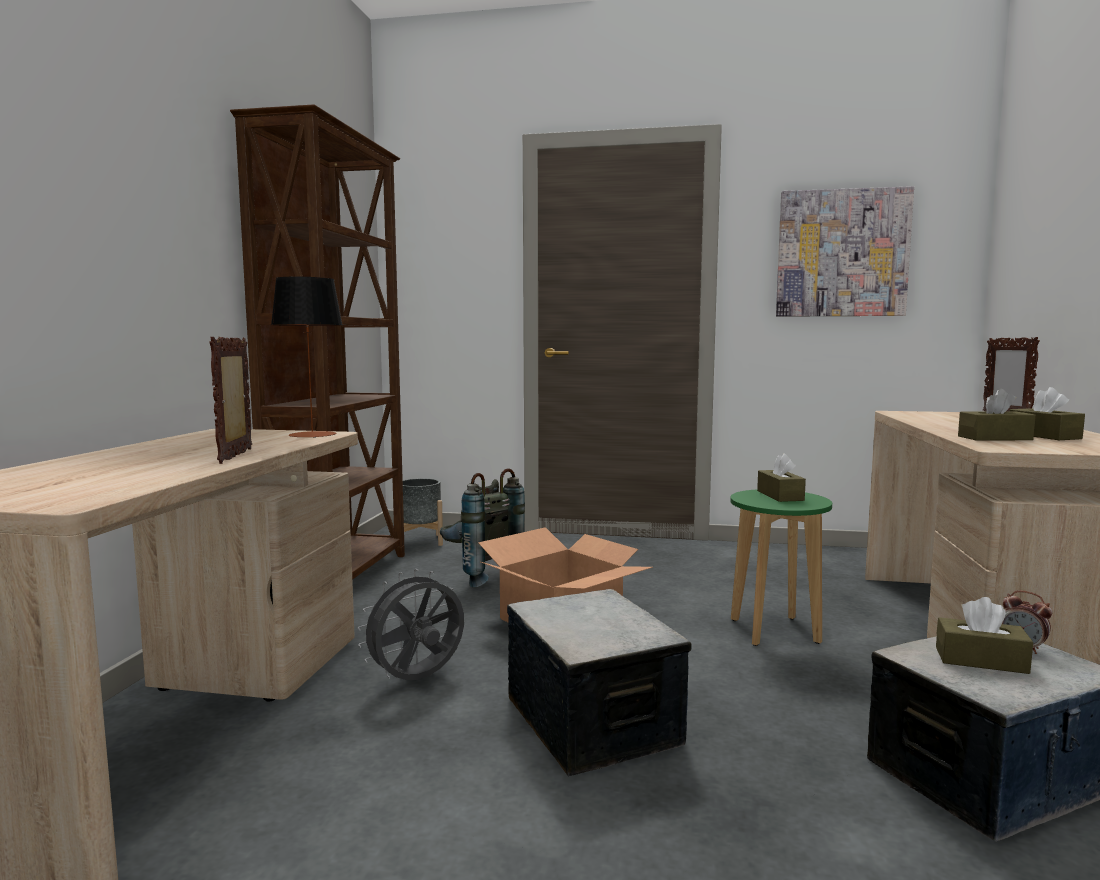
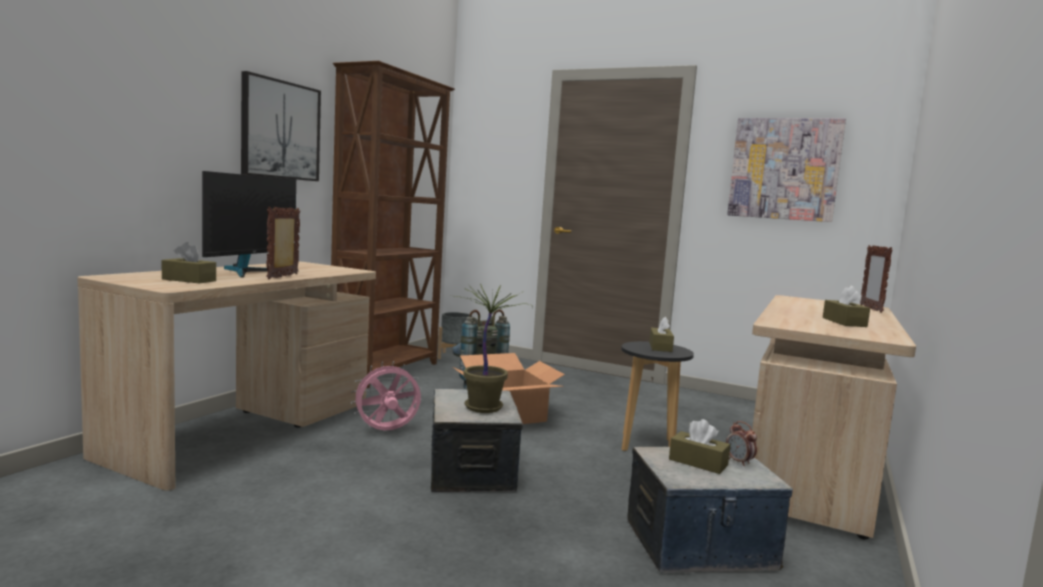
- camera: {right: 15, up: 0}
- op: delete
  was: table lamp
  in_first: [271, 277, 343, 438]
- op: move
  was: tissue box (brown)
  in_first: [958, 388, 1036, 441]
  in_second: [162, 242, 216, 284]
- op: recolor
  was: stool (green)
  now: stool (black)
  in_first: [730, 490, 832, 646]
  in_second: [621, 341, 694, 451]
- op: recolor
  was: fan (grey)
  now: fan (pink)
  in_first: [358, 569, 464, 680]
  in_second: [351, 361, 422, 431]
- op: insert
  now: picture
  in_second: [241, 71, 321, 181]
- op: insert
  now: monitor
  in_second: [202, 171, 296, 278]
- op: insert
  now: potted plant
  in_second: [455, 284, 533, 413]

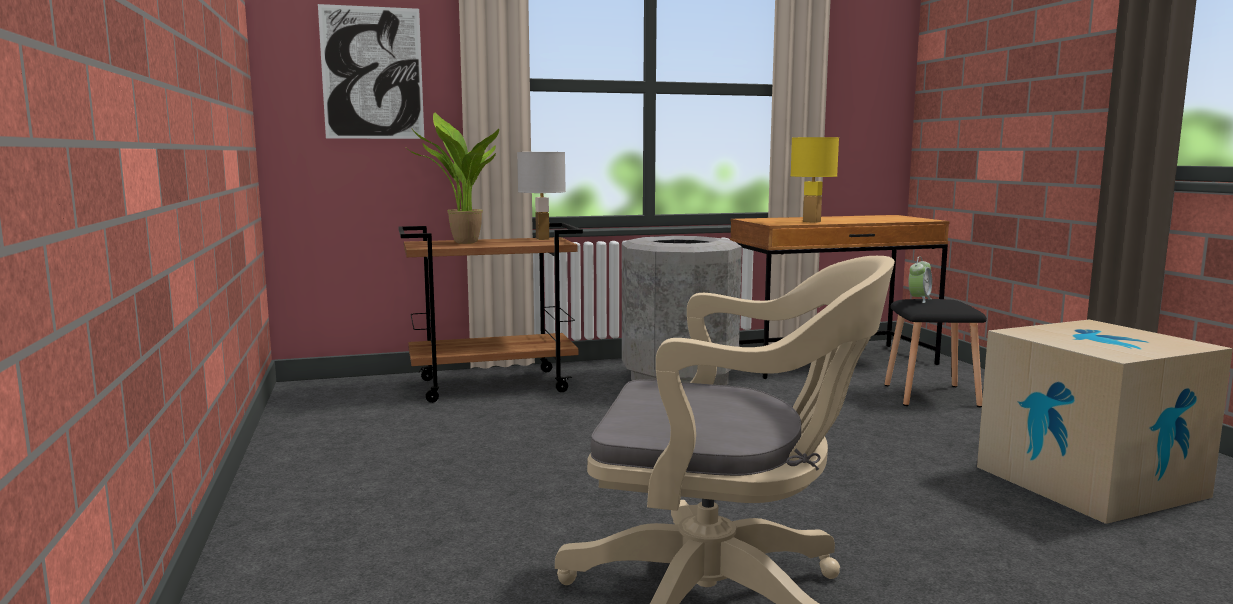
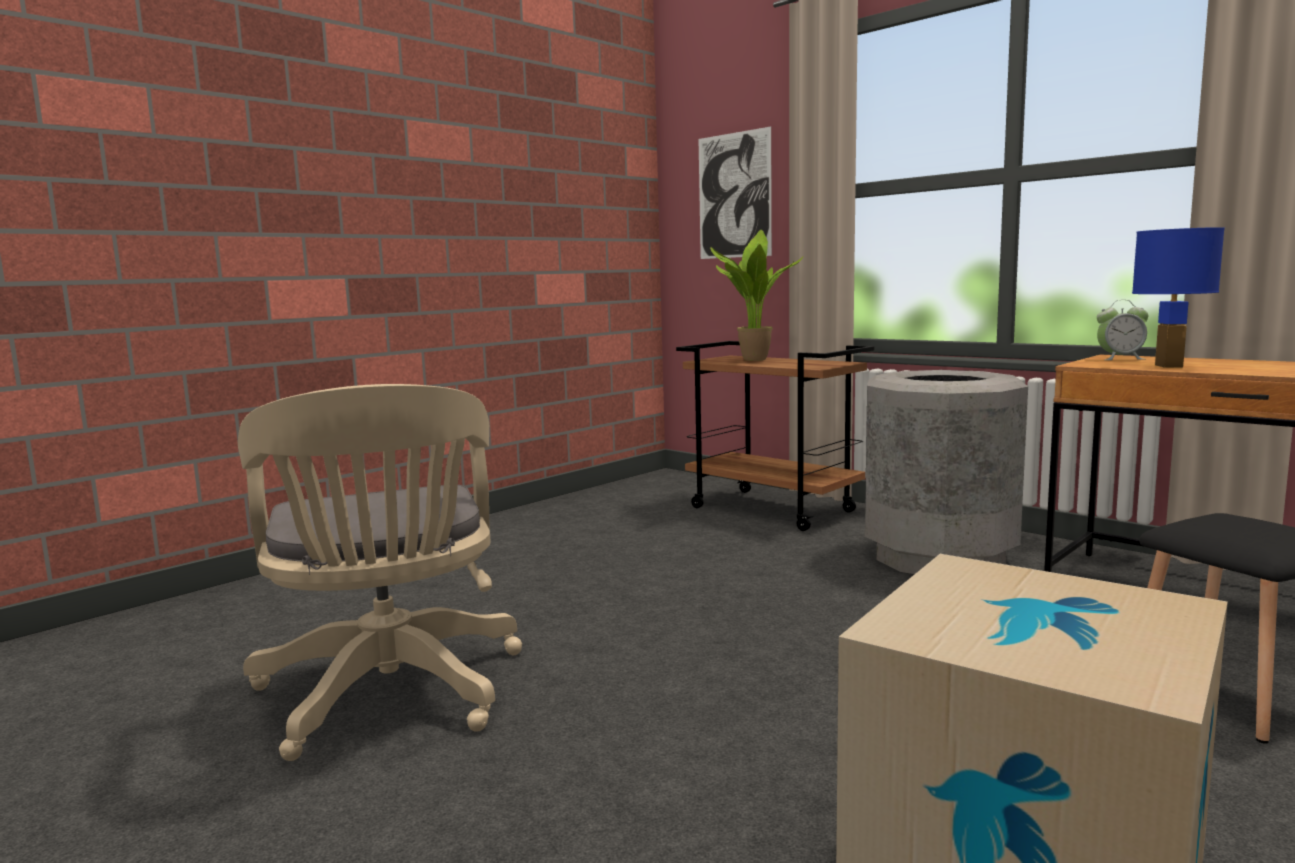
- camera: {right: 60, up: 0}
- op: recolor
  was: table lamp (yellow)
  now: table lamp (blue)
  in_first: [790, 137, 839, 223]
  in_second: [1132, 227, 1225, 368]
- op: delete
  was: table lamp (white)
  in_first: [517, 152, 566, 240]
- op: move
  was: alarm clock
  in_first: [909, 257, 932, 303]
  in_second: [1097, 300, 1148, 360]

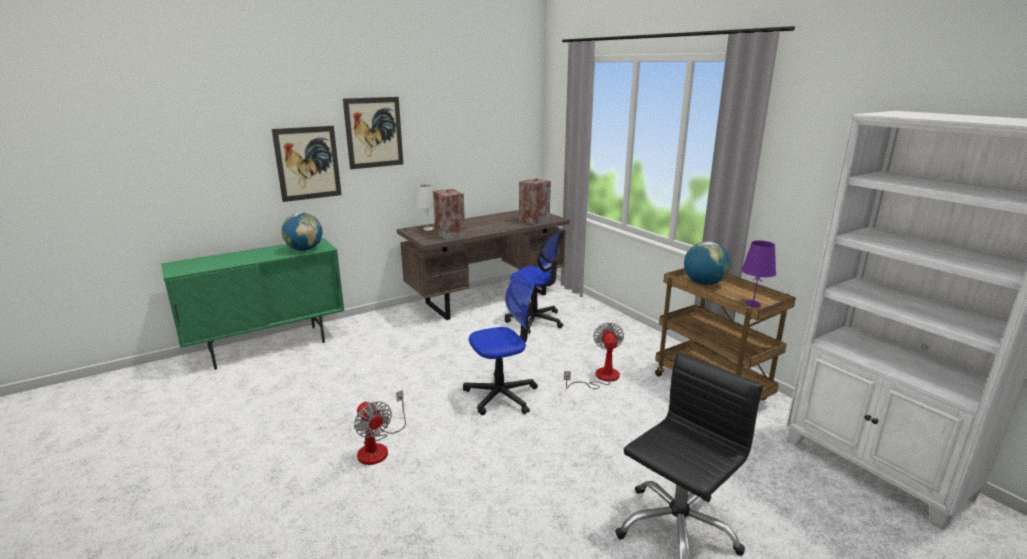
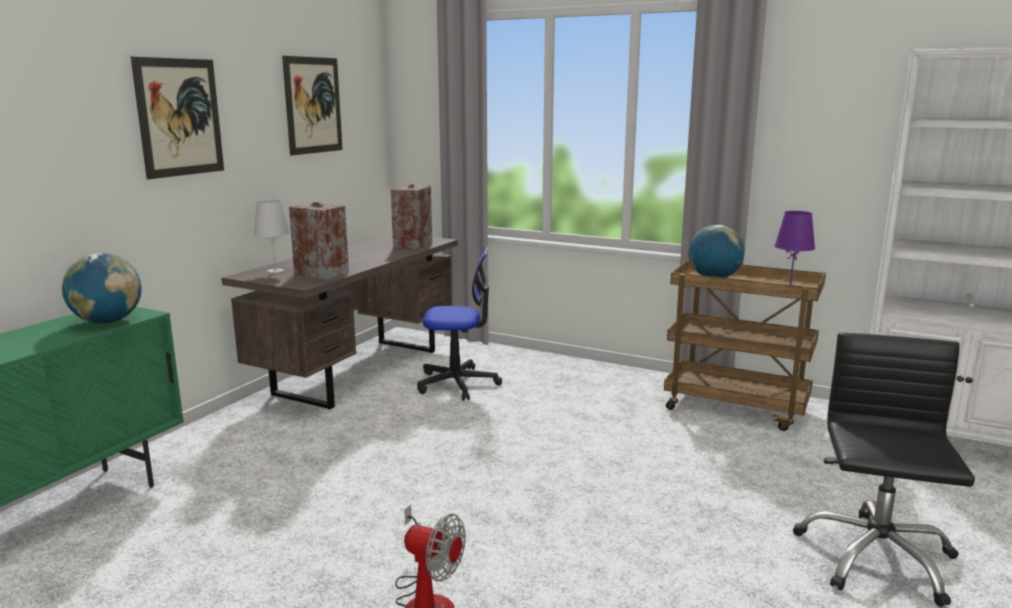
- camera: {right: -30, up: -5}
- op: move
  was: picture
  in_first: [272, 126, 342, 202]
  in_second: [282, 56, 343, 156]
- op: delete
  was: office chair
  in_first: [463, 273, 538, 415]
- op: delete
  was: fan
  in_first: [564, 322, 624, 389]

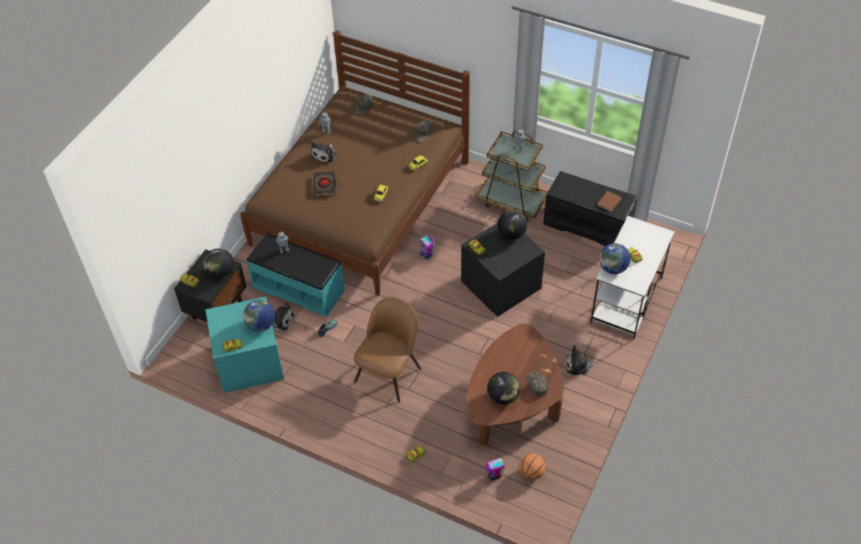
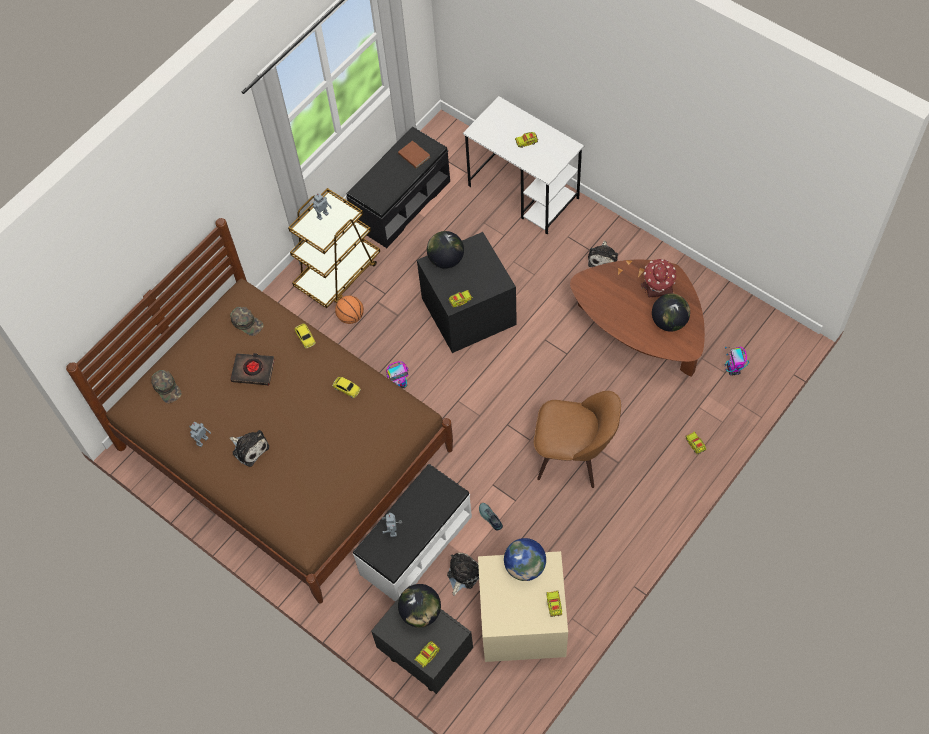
- camera: {right: -75, up: 10}
- op: move
  was: book (black)
  in_first: [313, 172, 336, 196]
  in_second: [230, 353, 275, 385]
- op: recolor
  was: bench (turquoise)
  now: bench (white)
  in_first: [246, 233, 345, 317]
  in_second: [353, 464, 472, 602]
- op: delete
  was: globe
  in_first: [599, 243, 631, 274]
- op: recolor
  was: storage box (turquoise)
  now: storage box (beige)
  in_first: [205, 297, 284, 393]
  in_second: [478, 551, 568, 662]
- op: rotate
  was: chair (brown)
  in_first: [354, 297, 421, 403]
  in_second: [534, 391, 621, 488]
  clockwise: 150
- op: replace
  was: cap (green)
  now: toy house
  in_first: [526, 371, 548, 397]
  in_second: [641, 259, 676, 298]
- op: move
  was: basketball
  in_first: [519, 454, 546, 480]
  in_second: [335, 296, 364, 324]

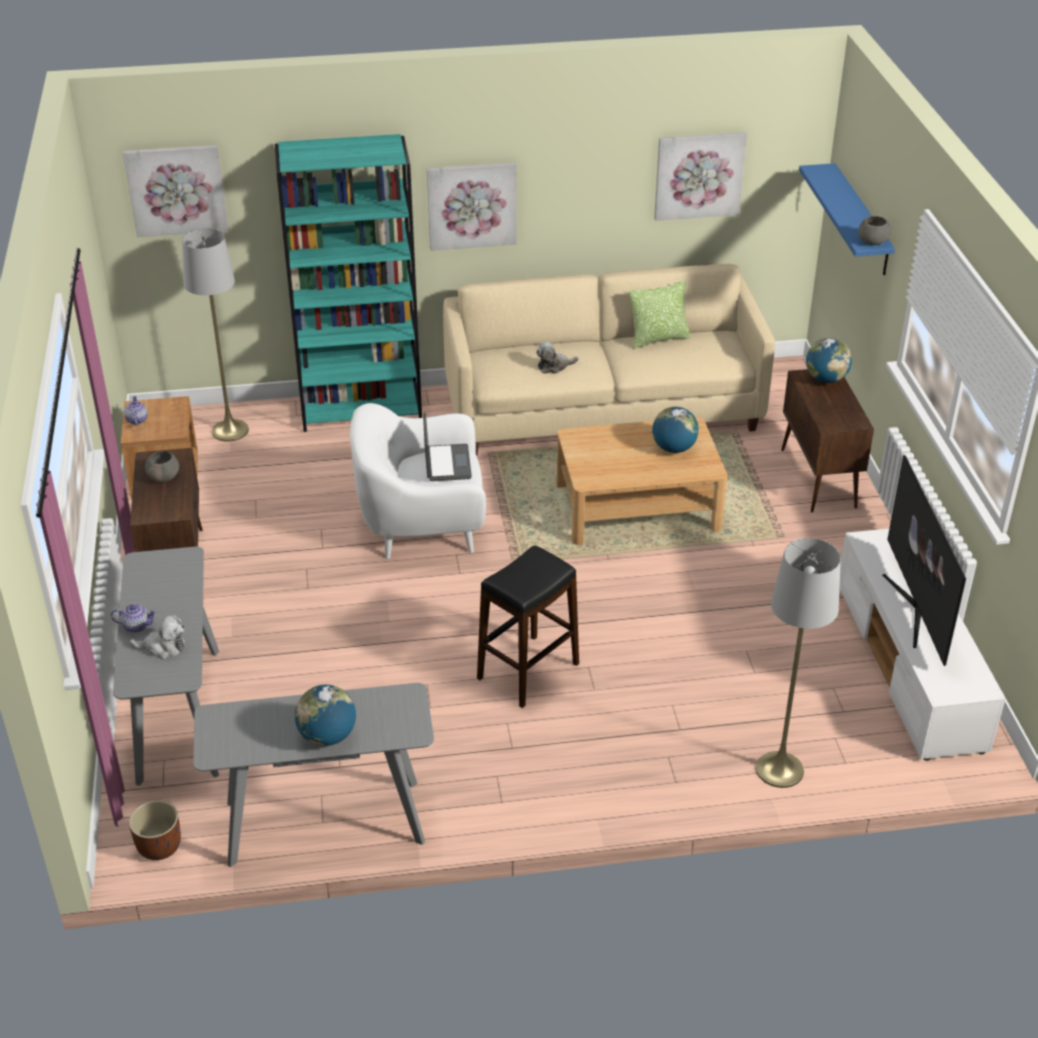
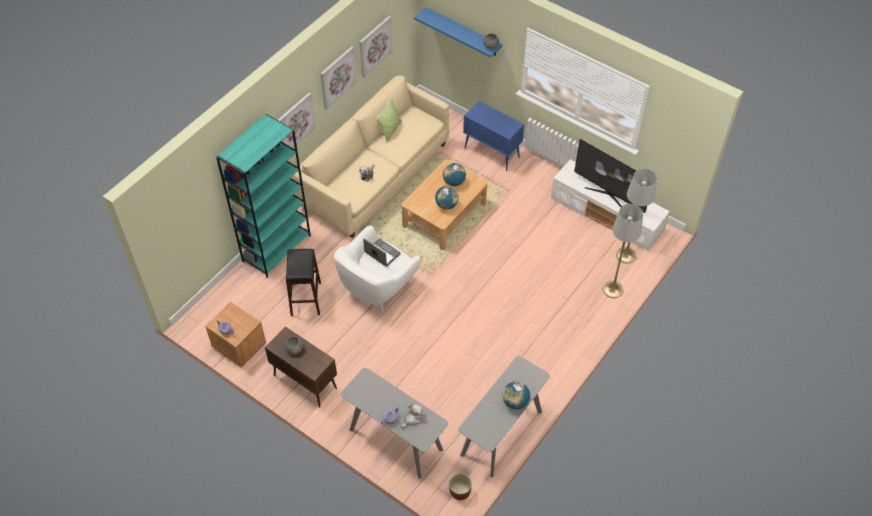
- camera: {right: -45, up: 15}
- op: move
  was: picture
  in_first: [123, 145, 229, 237]
  in_second: [320, 46, 357, 109]
- op: move
  was: floor lamp (grey)
  in_first: [182, 228, 249, 441]
  in_second: [616, 169, 657, 264]
- op: move
  was: globe
  in_first: [806, 338, 852, 383]
  in_second: [435, 186, 459, 209]
- op: recolor
  was: cabinet (brown)
  now: cabinet (blue)
  in_first: [781, 369, 874, 512]
  in_second: [463, 101, 524, 171]
- op: move
  was: stool (black)
  in_first: [477, 545, 579, 708]
  in_second: [286, 249, 321, 316]

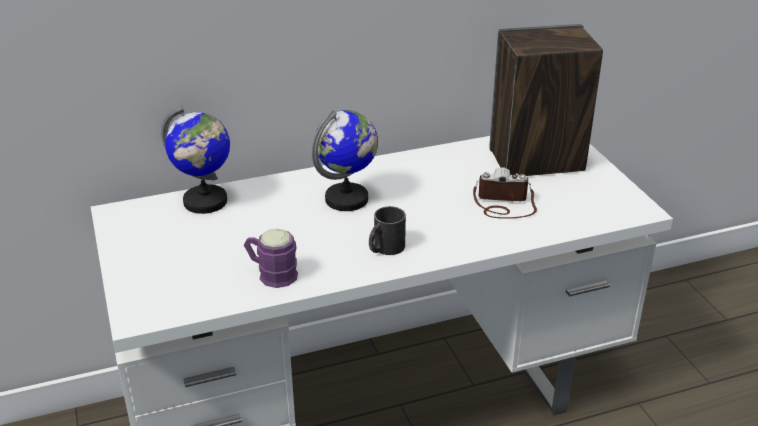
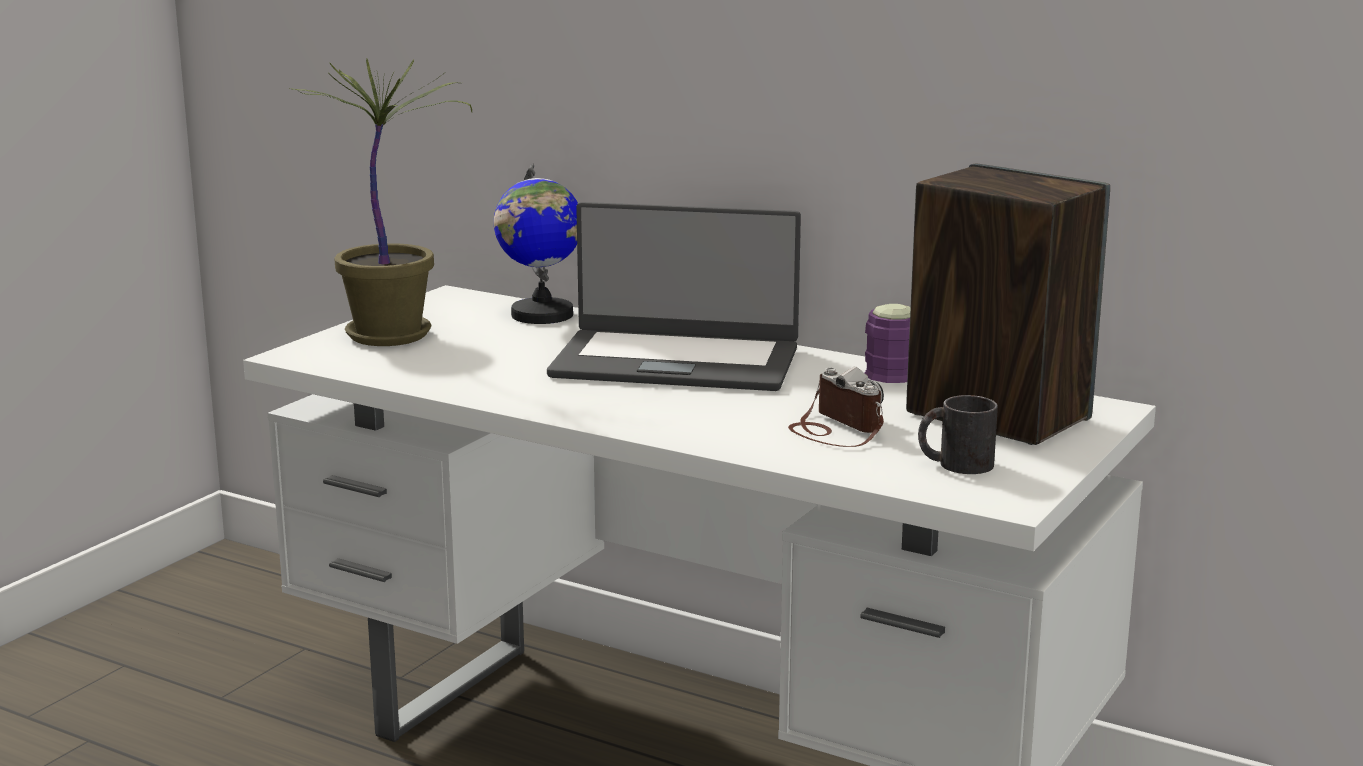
- camera: {right: 50, up: -15}
- op: replace
  was: globe
  now: laptop
  in_first: [312, 110, 378, 211]
  in_second: [547, 202, 801, 391]
- op: move
  was: mug (black)
  in_first: [369, 206, 406, 255]
  in_second: [918, 395, 998, 474]
- op: move
  was: mug (purple)
  in_first: [244, 228, 298, 288]
  in_second: [865, 304, 911, 383]
- op: insert
  now: potted plant
  in_second: [290, 59, 472, 346]

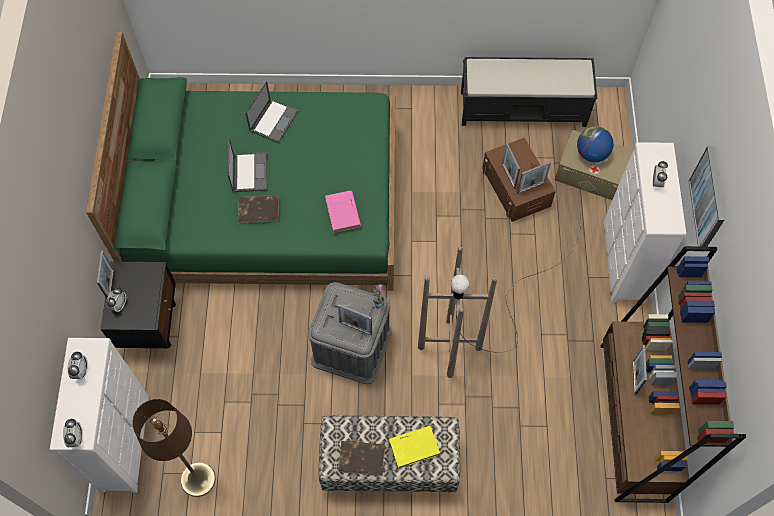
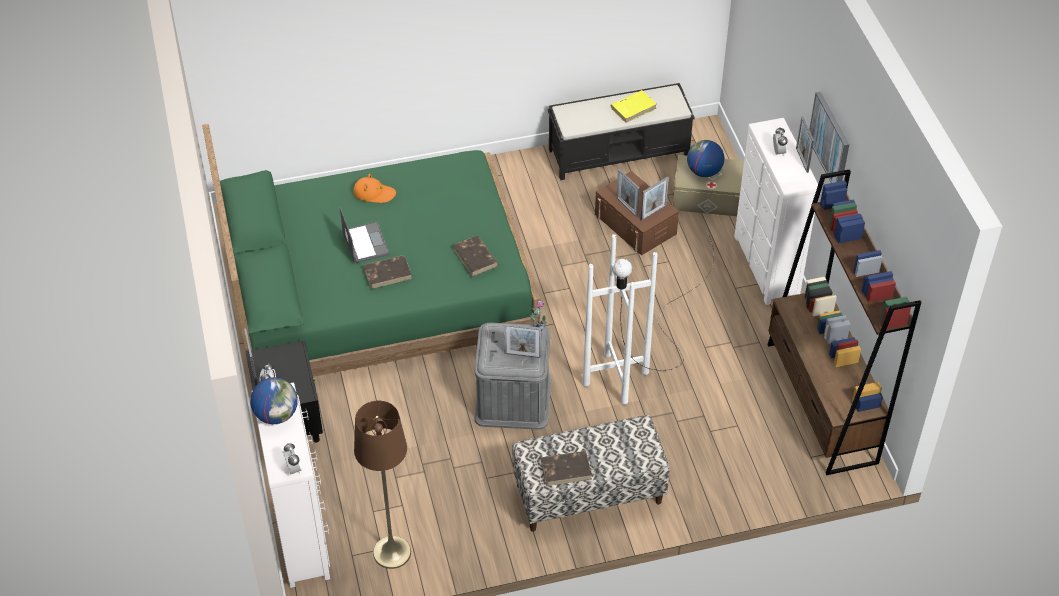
- camera: {right: -15, up: -15}
- op: replace
  was: laptop
  now: hat (orange)
  in_first: [245, 81, 299, 143]
  in_second: [353, 174, 396, 203]
- op: recolor
  was: book (pink)
  now: book (brown)
  in_first: [325, 191, 361, 233]
  in_second: [453, 236, 498, 277]
- op: recolor
  was: floor lamp (brown)
  now: floor lamp (white)
  in_first: [418, 209, 581, 378]
  in_second: [583, 232, 714, 405]
- op: move
  was: picture frame
  in_first: [633, 345, 647, 395]
  in_second: [796, 116, 814, 173]
- op: replace
  was: alarm clock
  now: globe
  in_first: [68, 352, 88, 379]
  in_second: [250, 377, 298, 424]
- op: move
  was: book (yellow)
  in_first: [389, 426, 440, 469]
  in_second: [610, 90, 657, 123]

